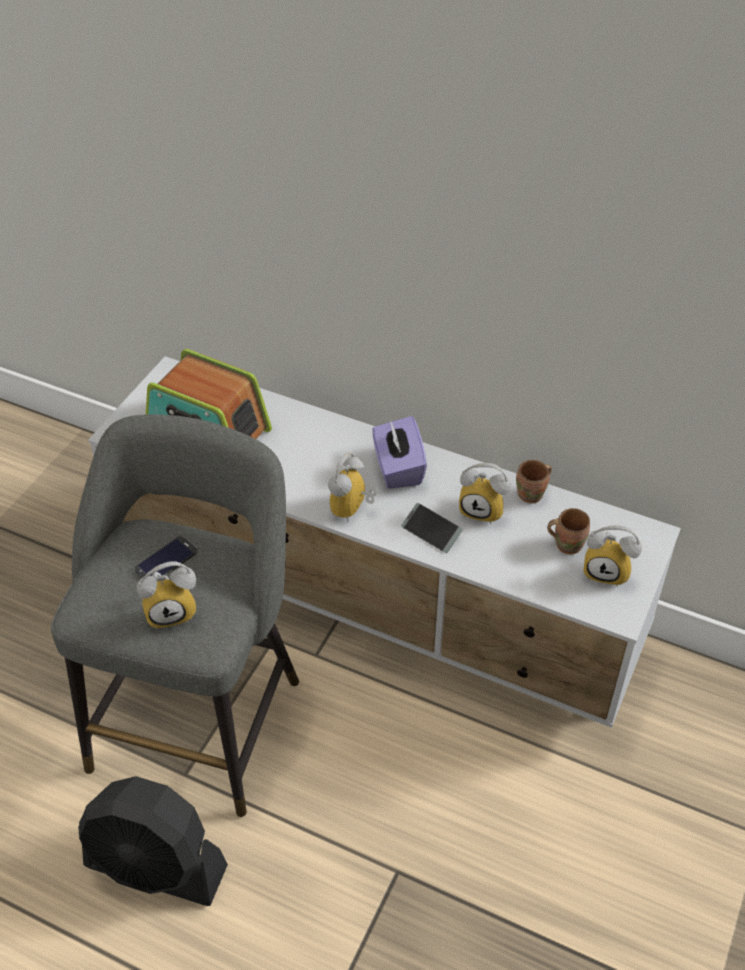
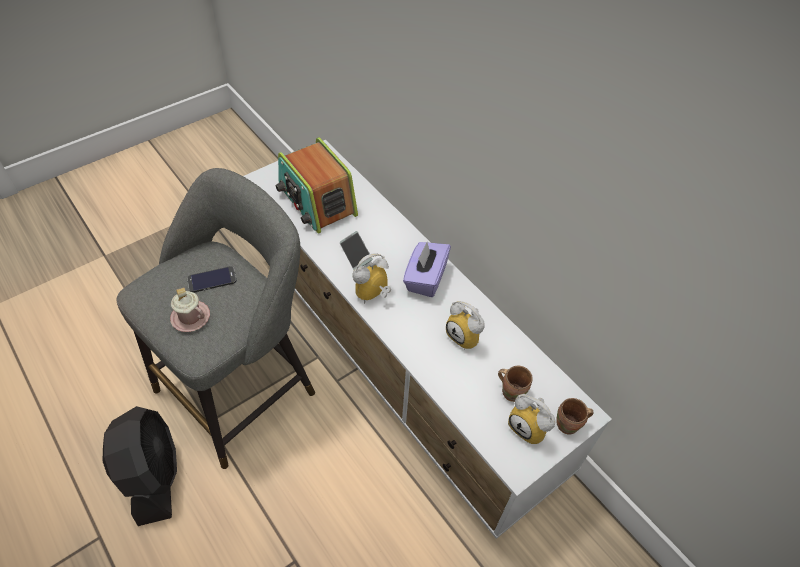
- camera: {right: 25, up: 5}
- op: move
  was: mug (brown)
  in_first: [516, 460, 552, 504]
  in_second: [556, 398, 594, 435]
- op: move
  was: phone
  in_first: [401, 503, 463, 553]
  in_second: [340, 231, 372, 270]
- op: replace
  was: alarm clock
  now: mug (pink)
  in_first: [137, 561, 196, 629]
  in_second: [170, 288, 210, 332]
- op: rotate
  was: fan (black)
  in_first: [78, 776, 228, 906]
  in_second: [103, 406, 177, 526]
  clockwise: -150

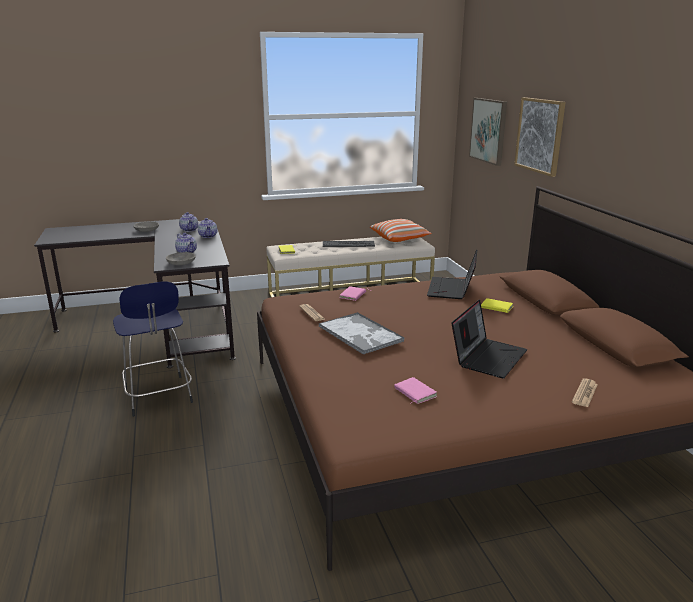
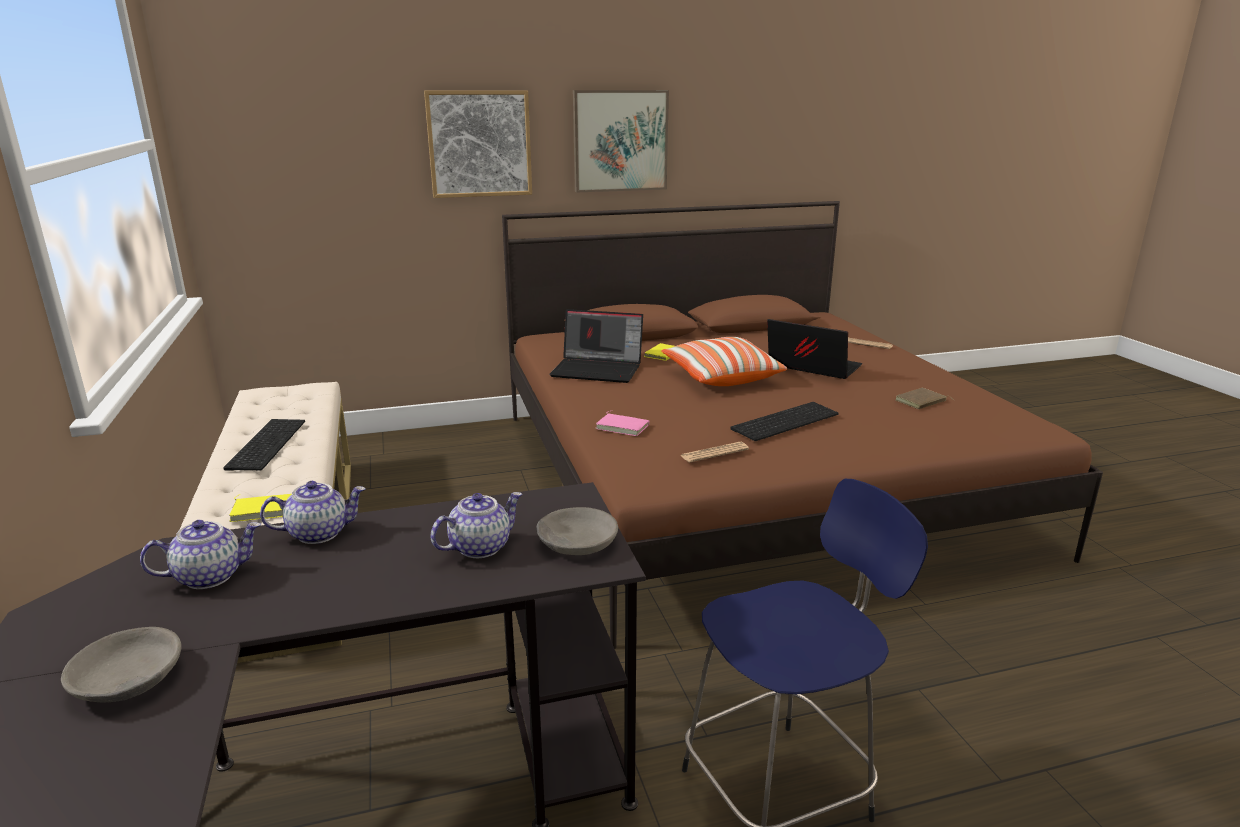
- camera: {right: -90, up: 0}
- op: move
  was: picture
  in_first: [469, 98, 507, 166]
  in_second: [573, 90, 669, 193]
- op: move
  was: pillow
  in_first: [370, 219, 432, 242]
  in_second: [661, 337, 787, 386]
- op: replace
  was: tray
  now: keyboard
  in_first: [319, 312, 405, 355]
  in_second: [730, 402, 838, 441]
- op: recolor
  was: book (pink)
  now: book (brown)
  in_first: [394, 377, 437, 404]
  in_second: [895, 388, 954, 409]

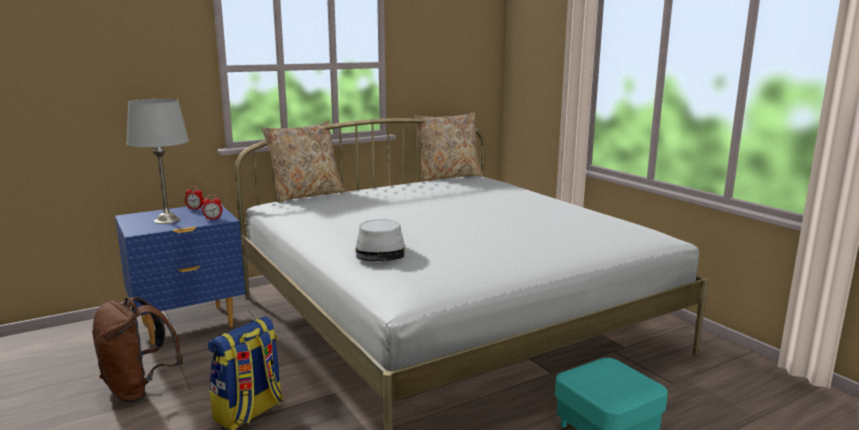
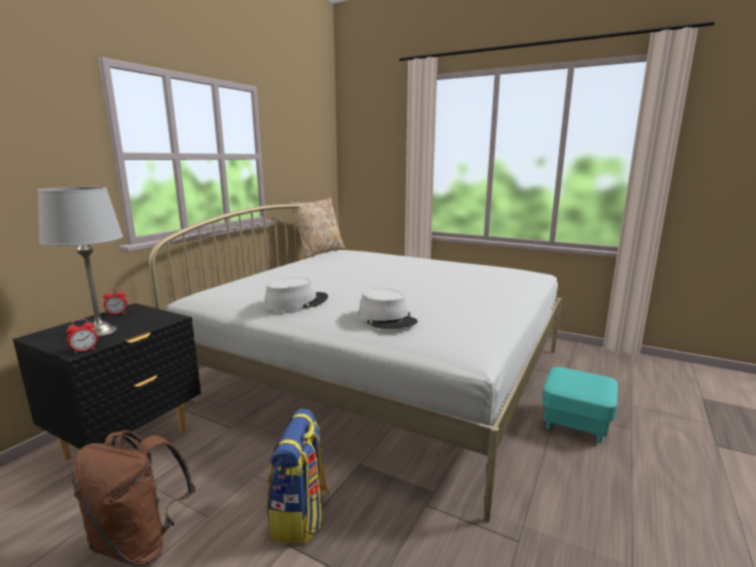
- camera: {right: -30, up: 0}
- op: delete
  was: pillow (beige)
  in_first: [261, 121, 345, 203]
- op: move
  was: alarm clock
  in_first: [202, 195, 222, 220]
  in_second: [66, 319, 98, 354]
- op: recolor
  was: nightstand (blue)
  now: nightstand (black)
  in_first: [115, 204, 246, 345]
  in_second: [13, 303, 201, 460]
- op: insert
  now: hat (grey)
  in_second: [264, 277, 328, 311]

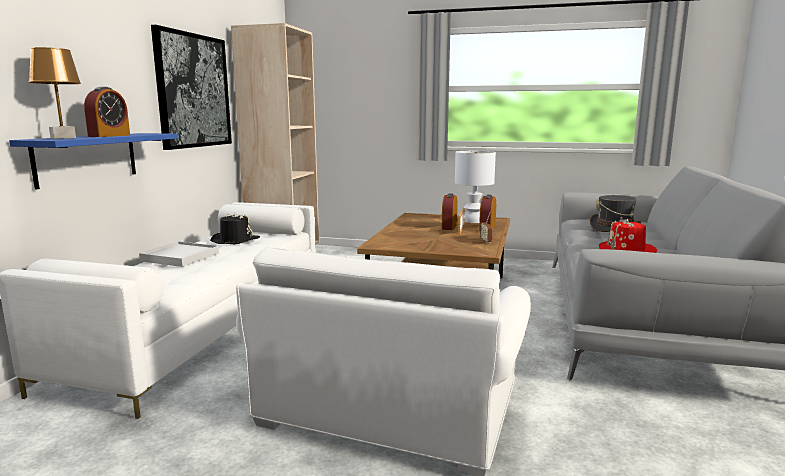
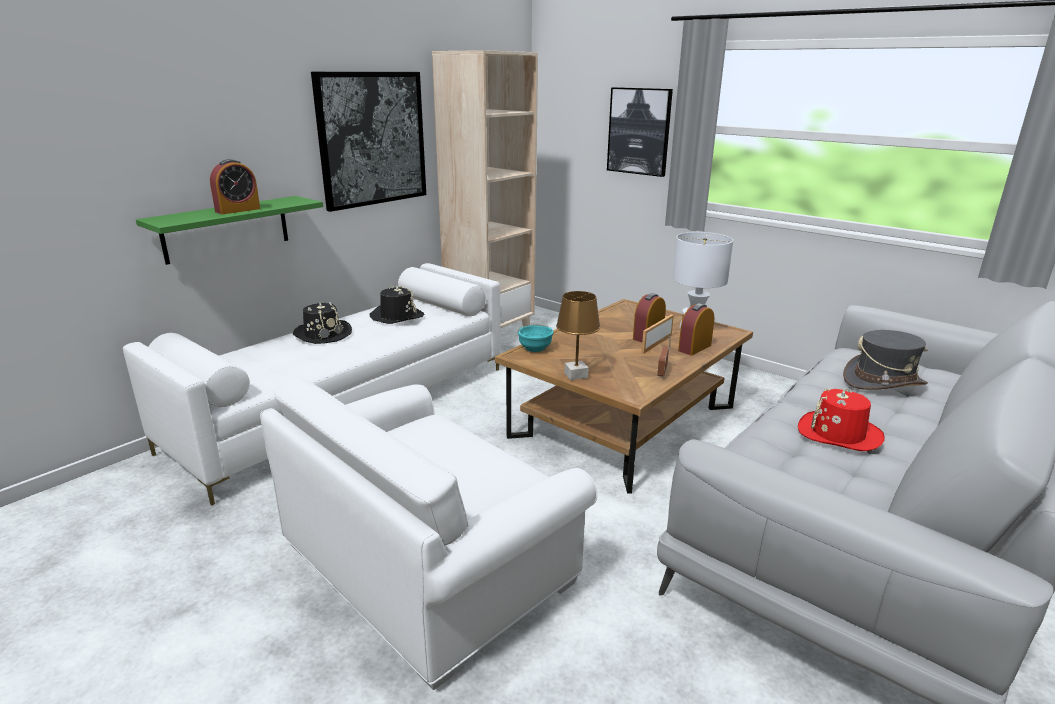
- camera: {right: 25, up: 10}
- op: move
  was: table lamp (brown)
  in_first: [29, 47, 81, 139]
  in_second: [556, 291, 600, 380]
- op: recolor
  was: shelf (blue)
  now: shelf (green)
  in_first: [9, 133, 178, 190]
  in_second: [136, 196, 323, 265]
- op: replace
  was: tray (white)
  now: hat (black)
  in_first: [139, 241, 219, 267]
  in_second: [293, 302, 352, 344]
- op: insert
  now: picture
  in_second: [607, 87, 673, 177]
- op: insert
  now: bowl (turquoise)
  in_second: [518, 325, 553, 352]

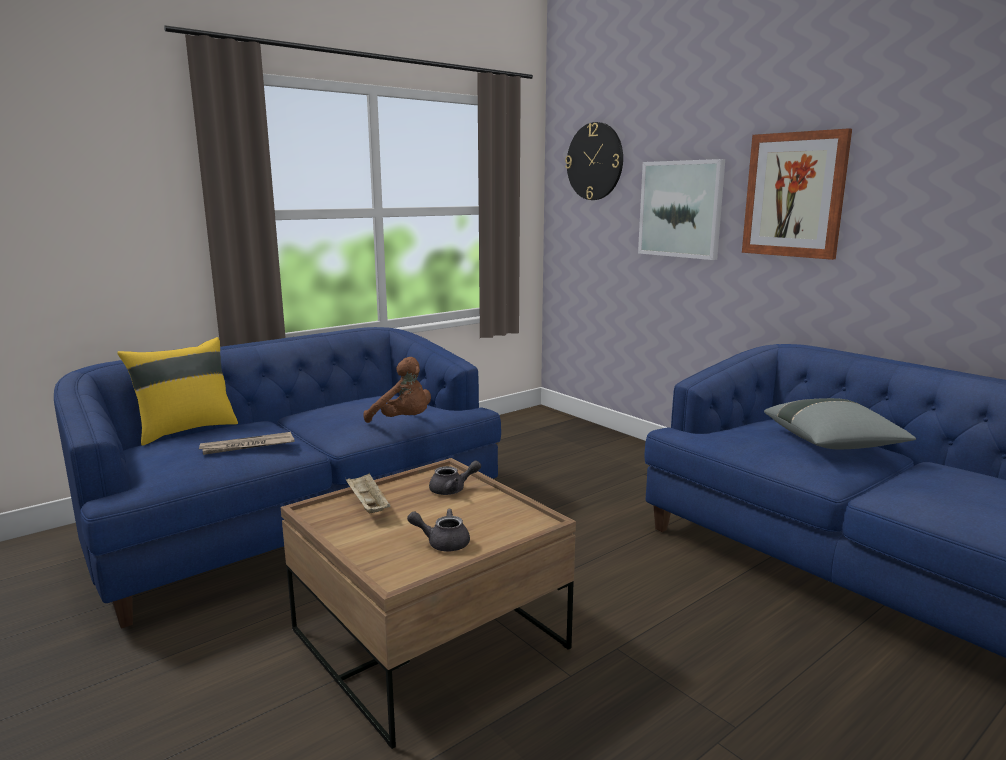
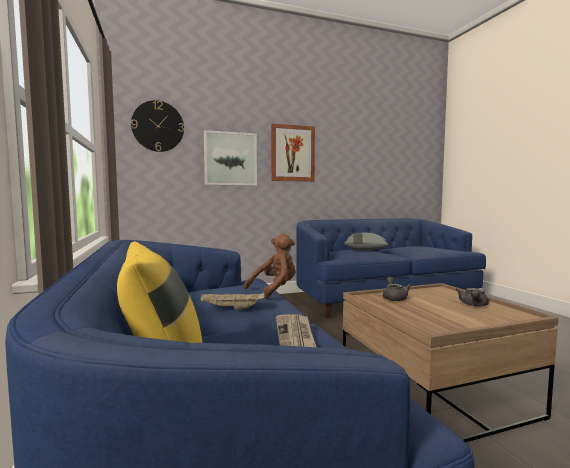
- camera: {right: -70, up: -10}
- op: move
  was: tray (beige)
  in_first: [346, 473, 390, 513]
  in_second: [200, 292, 265, 309]

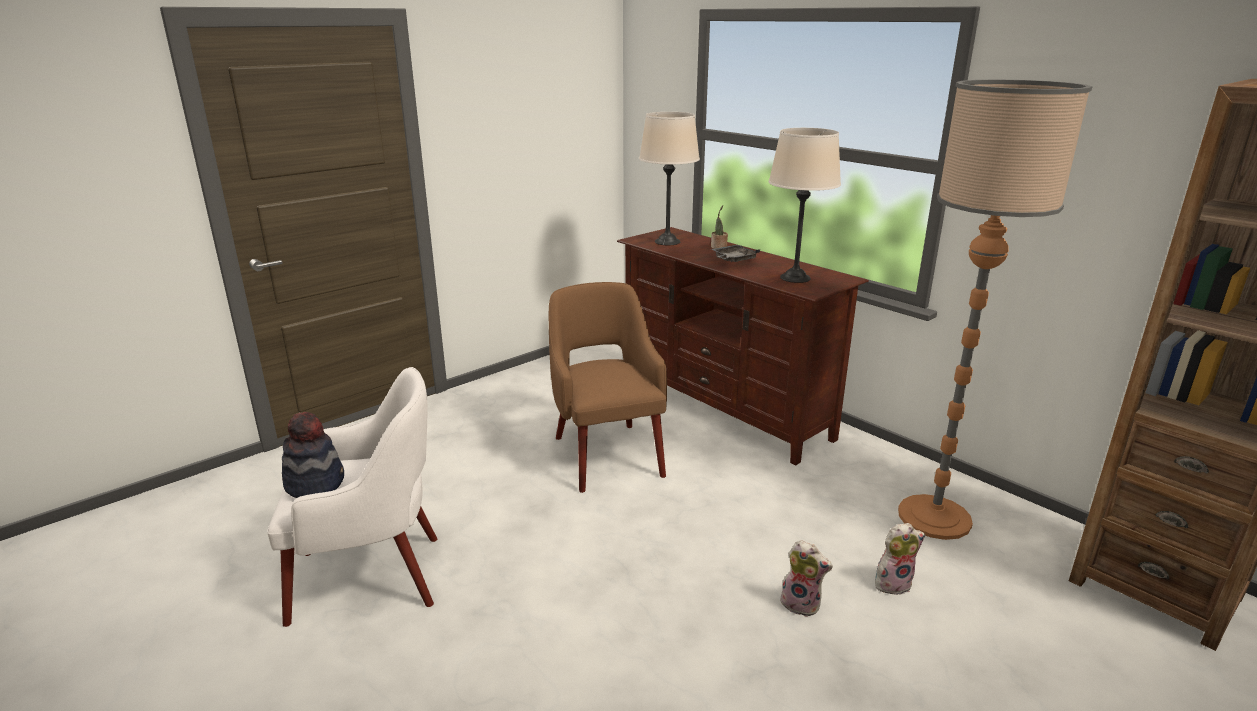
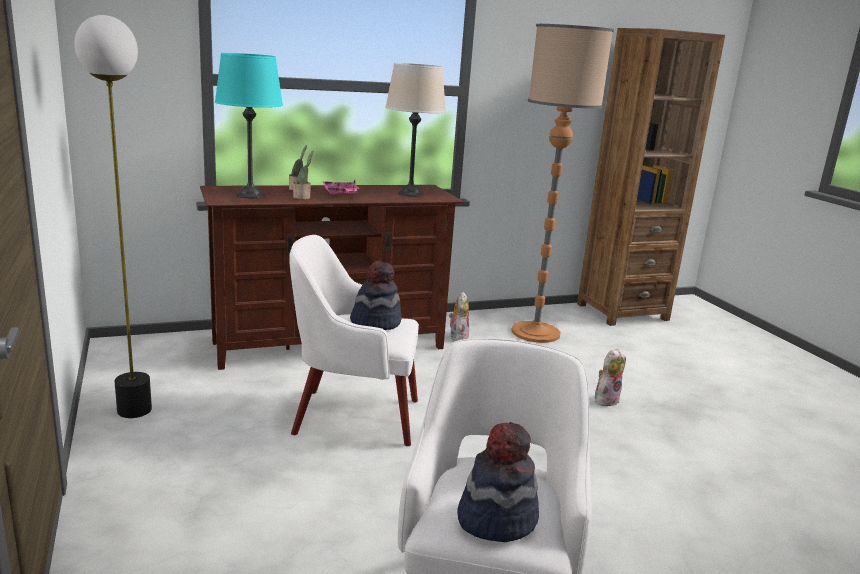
- camera: {right: -70, up: -5}
- op: recolor
  was: table lamp (beige)
  now: table lamp (turquoise)
  in_first: [639, 112, 700, 245]
  in_second: [215, 53, 283, 198]
- op: recolor
  was: tray (grey)
  now: tray (pink)
  in_first: [711, 245, 760, 262]
  in_second: [322, 179, 359, 194]
- op: recolor
  was: armchair (brown)
  now: armchair (white)
  in_first: [549, 282, 667, 493]
  in_second: [289, 235, 419, 446]
- op: move
  was: plush toy
  in_first: [875, 523, 925, 595]
  in_second: [449, 292, 469, 341]
- op: insert
  now: floor lamp
  in_second: [75, 15, 152, 418]
- op: insert
  now: potted plant
  in_second: [293, 151, 314, 199]
- op: insert
  now: hat
  in_second: [350, 261, 402, 330]

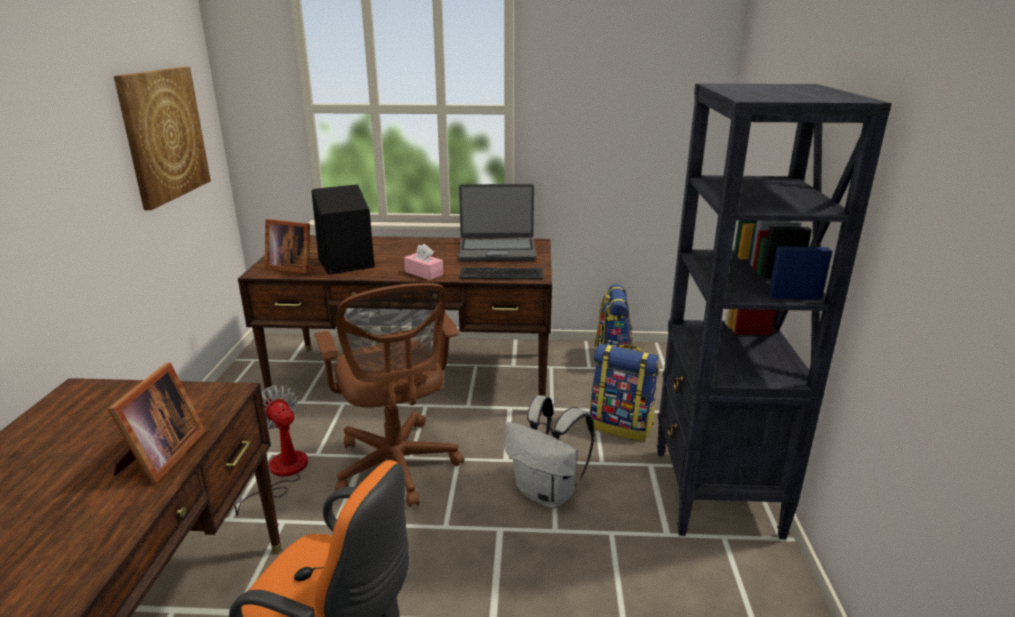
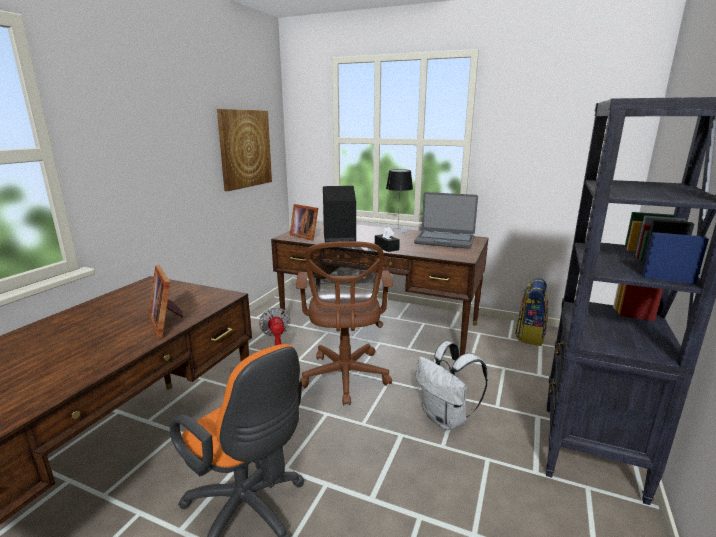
- camera: {right: 20, up: -5}
- op: recolor
  was: tissue box (pink)
  now: tissue box (black)
  in_first: [404, 244, 443, 280]
  in_second: [375, 227, 400, 252]
- op: delete
  was: keyboard
  in_first: [459, 267, 543, 280]
- op: delete
  was: backpack
  in_first: [590, 344, 659, 441]
- op: rotate
  was: picture frame
  in_first: [108, 363, 206, 484]
  in_second: [149, 265, 183, 338]
  clockwise: 120
- op: insert
  now: table lamp
  in_second: [386, 169, 413, 233]

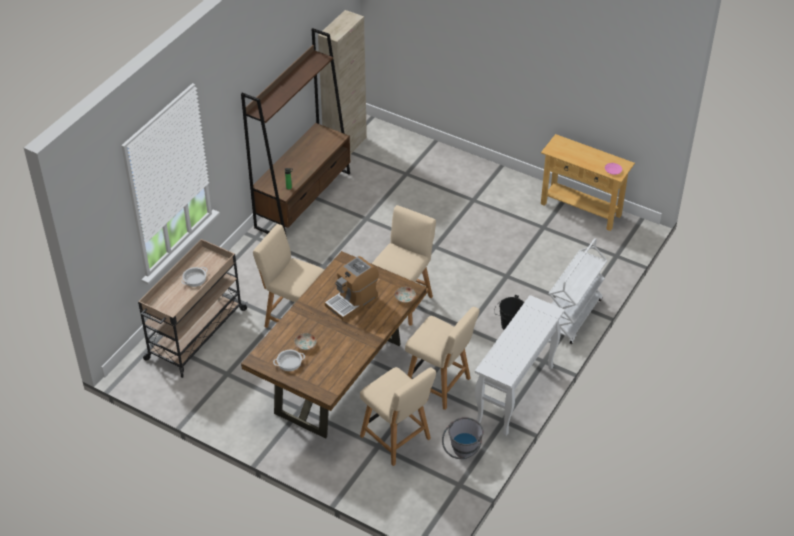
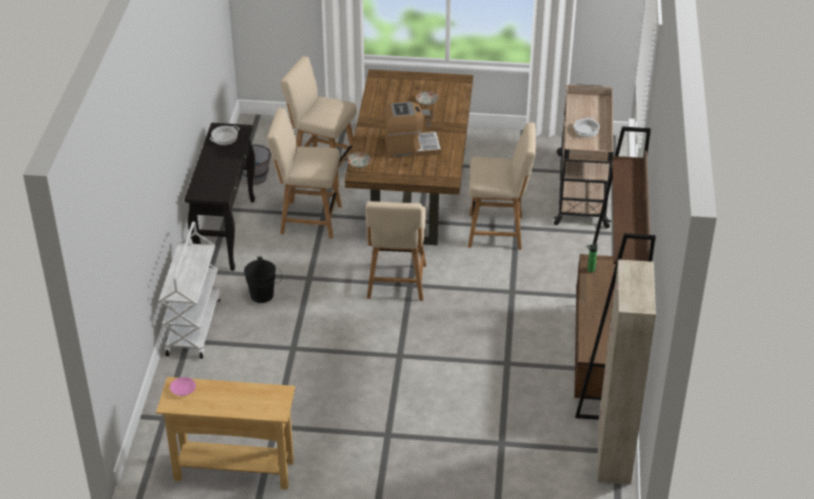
- camera: {right: 155, up: -5}
- op: rotate
  was: coffee machine
  in_first: [325, 256, 379, 320]
  in_second: [383, 102, 441, 158]
  clockwise: 60
- op: recolor
  was: console table (white)
  now: console table (black)
  in_first: [475, 295, 565, 436]
  in_second: [184, 123, 255, 271]
- op: move
  was: cooking pot
  in_first: [273, 350, 305, 371]
  in_second: [210, 126, 240, 145]

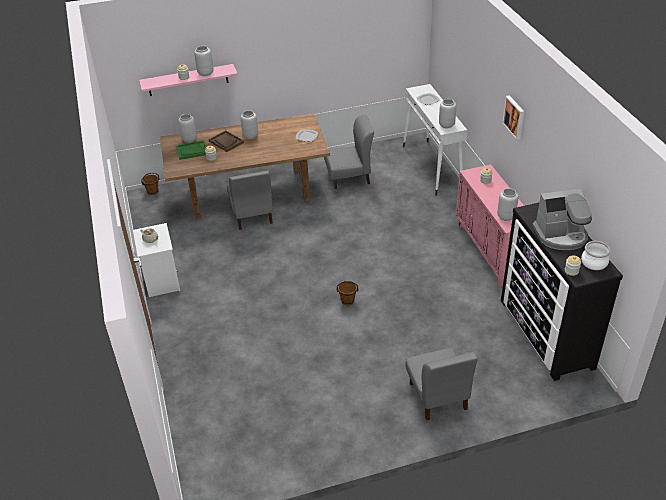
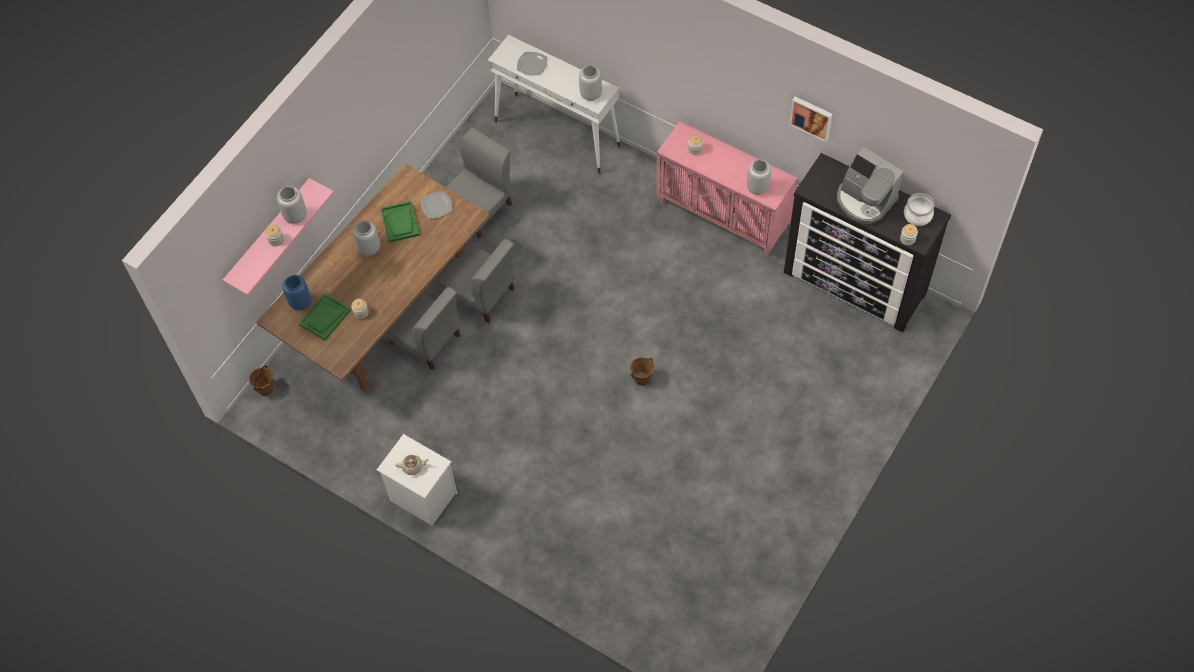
- camera: {right: -40, up: 20}
- op: move
  was: picture
  in_first: [502, 95, 524, 140]
  in_second: [789, 97, 832, 142]
- op: recolor
  was: vase (grey)
  now: vase (blue)
  in_first: [178, 114, 197, 143]
  in_second: [282, 275, 311, 310]
- op: delete
  was: tray (brown)
  in_first: [209, 130, 244, 152]
- op: rotate
  was: coffee machine
  in_first: [532, 189, 592, 250]
  in_second: [837, 147, 903, 224]
  clockwise: 90
- op: move
  was: chair (grey)
  in_first: [405, 348, 478, 420]
  in_second: [436, 239, 515, 323]
- op: insert
  now: tray (green)
  in_second: [380, 201, 420, 243]

